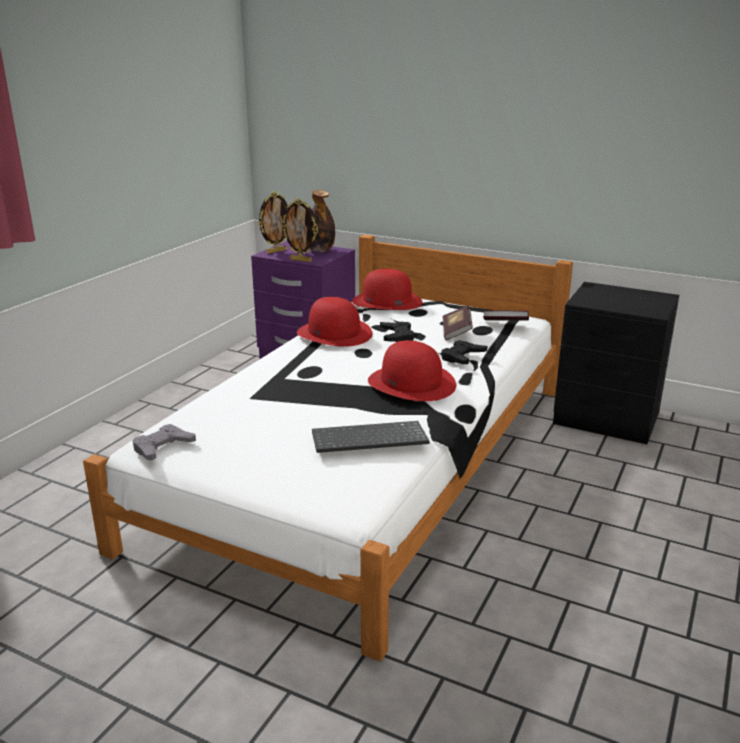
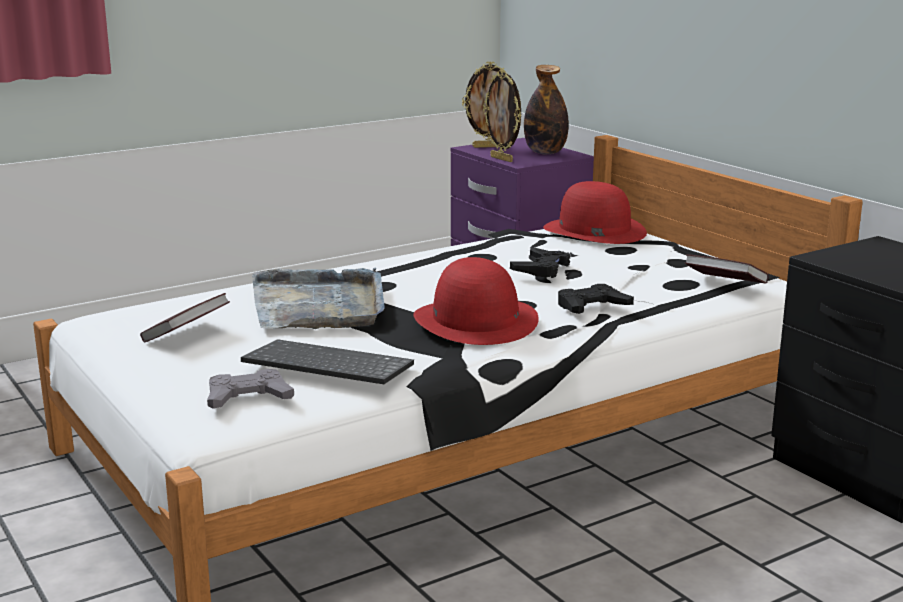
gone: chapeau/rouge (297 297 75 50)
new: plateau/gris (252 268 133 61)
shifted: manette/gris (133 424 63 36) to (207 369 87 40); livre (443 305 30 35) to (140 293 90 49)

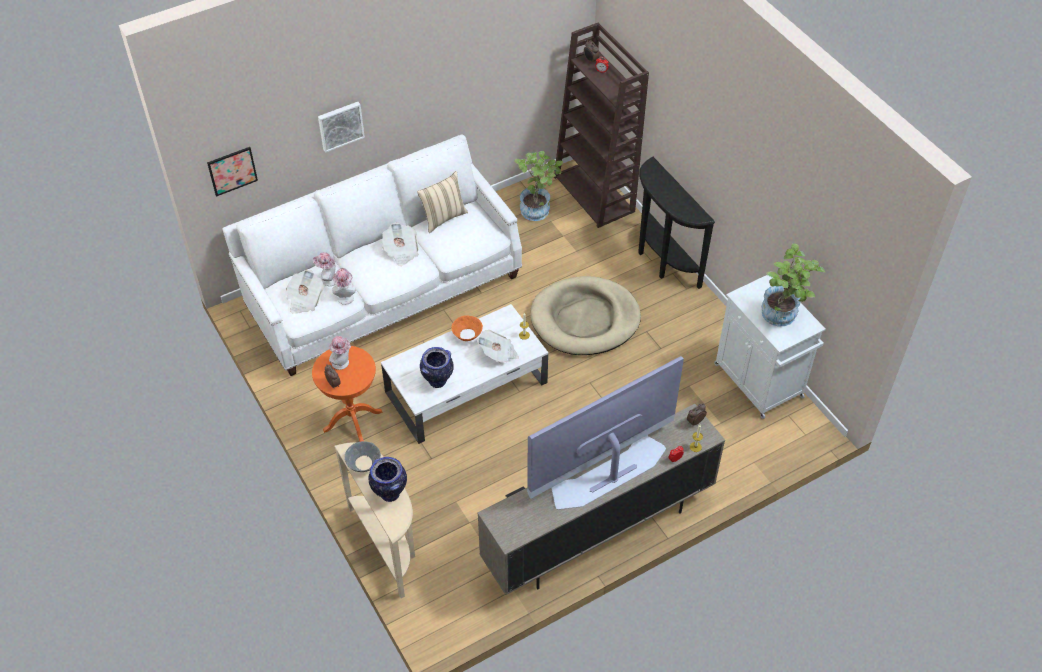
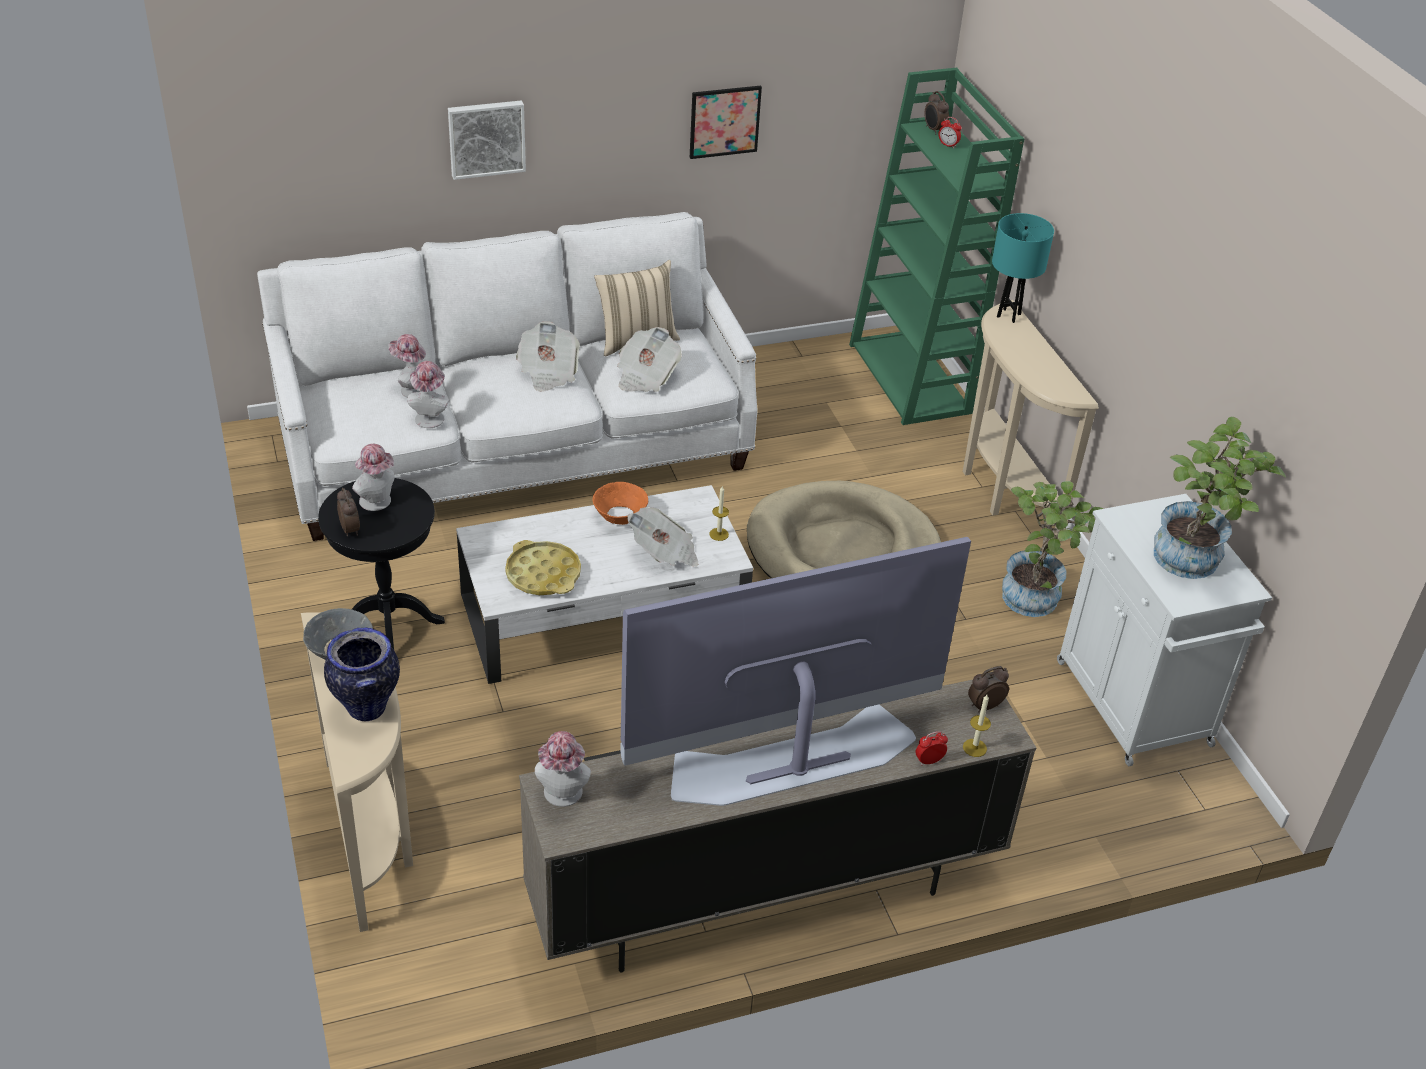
new: chapeau (535 731 56 76); lampe de table/turquoise (992 213 62 110)
shifted: tableau (207 147 51 50) to (690 86 72 73); journal (286 270 38 44) to (617 327 65 65); plante en pot (514 151 49 70) to (1002 481 101 136)
swapped: vase (420 347 34 41) to plateau/jaune (505 540 76 55)
repainted: table d'appoint/orange (312 346 70 96) to table d'appoint/noir (318 478 127 172); bibliothèque/marron (554 23 95 205) to bibliothèque/vert (849 68 175 357); table console/noir (638 157 77 132) to table console/beige (963 300 136 242)

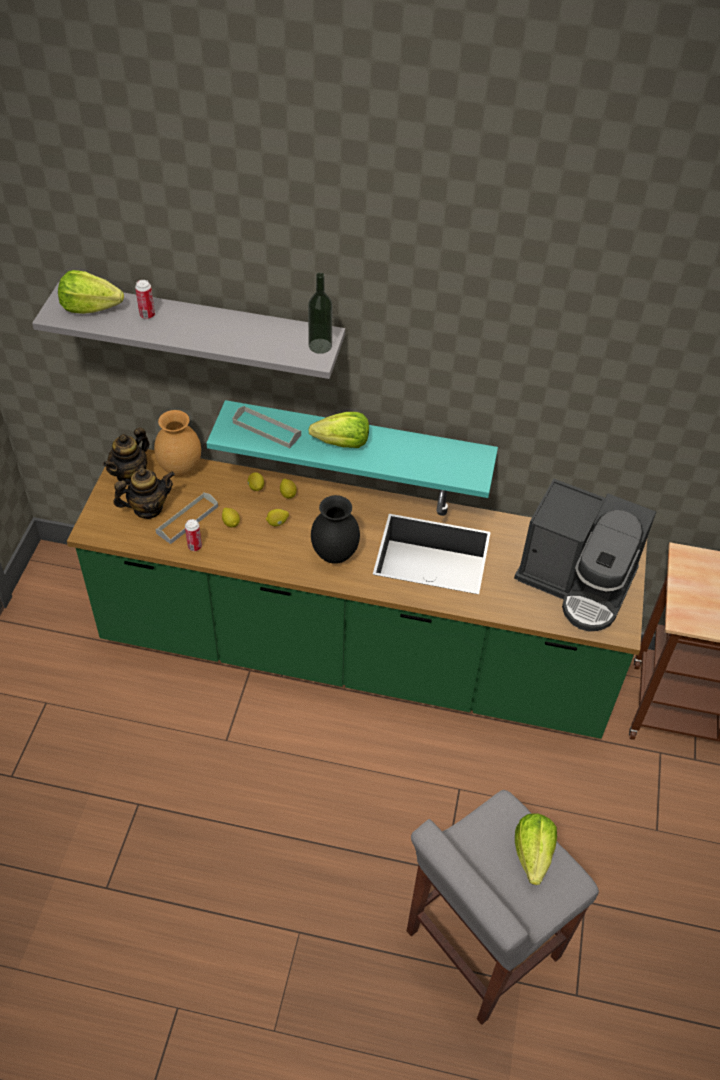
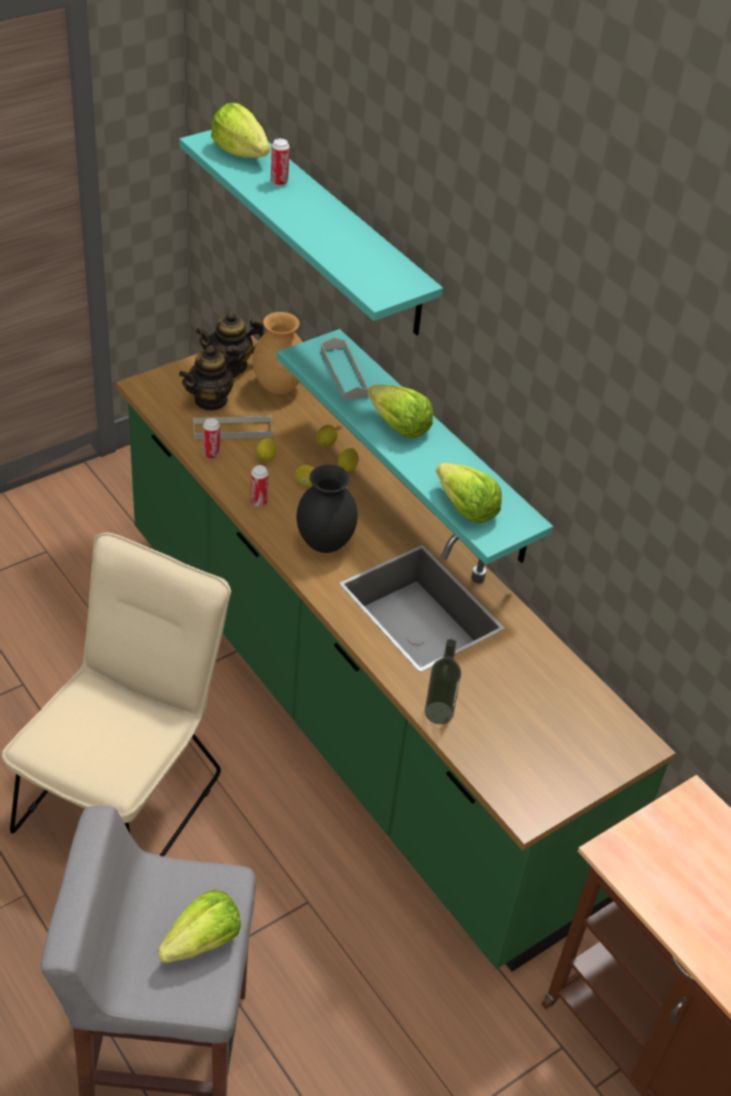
gone: machine à café (514 479 142 153)
new: chaise/beige (2 533 229 324); boîte métallique (250 465 19 41); laitue (436 463 66 60)
shifted: bouteille (308 273 25 81) to (425 639 36 85)
repainted: étagère/gris (32 282 313 97) to étagère/turquoise (179 130 264 206)
rotated: théière (113 468 62 51) = (179 345 63 66) 120 degrees clockwise

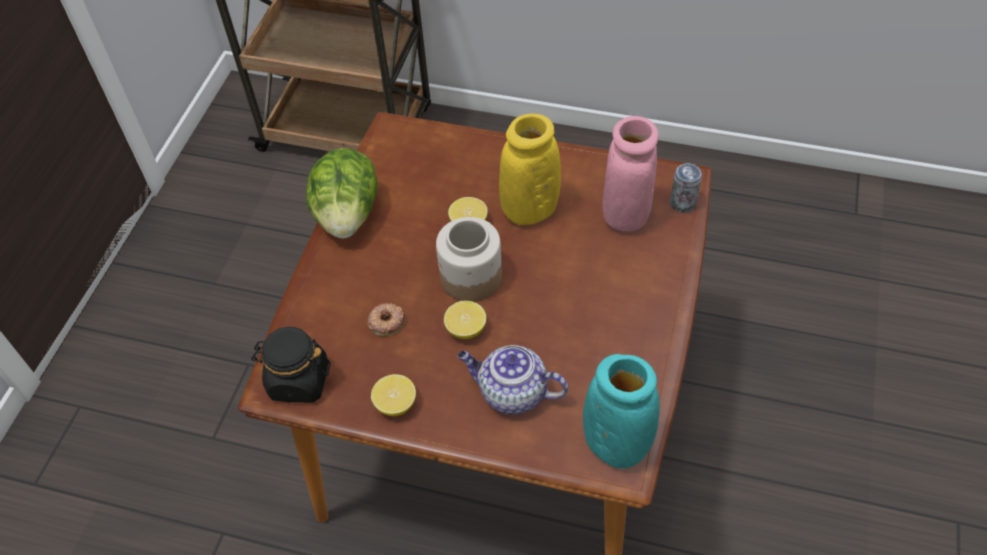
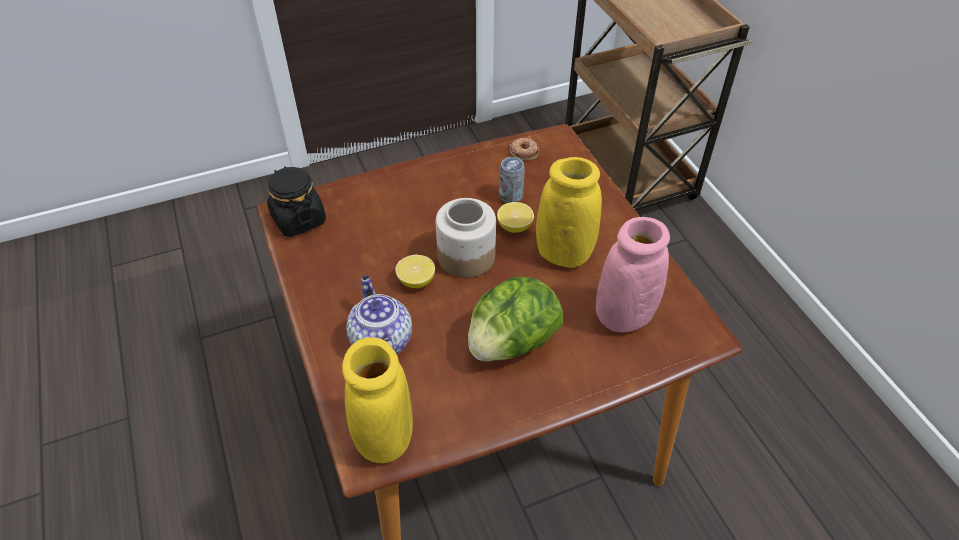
gone: citron (371 374 45 42)
shifted: laitue (306 148 72 90) to (468 277 95 85); beignet (367 303 39 33) to (509 138 31 23); boîte métallique (670 163 32 50) to (499 157 26 46)
repainted: vase/turquoise (583 354 77 114) to vase/jaune (342 337 71 126)

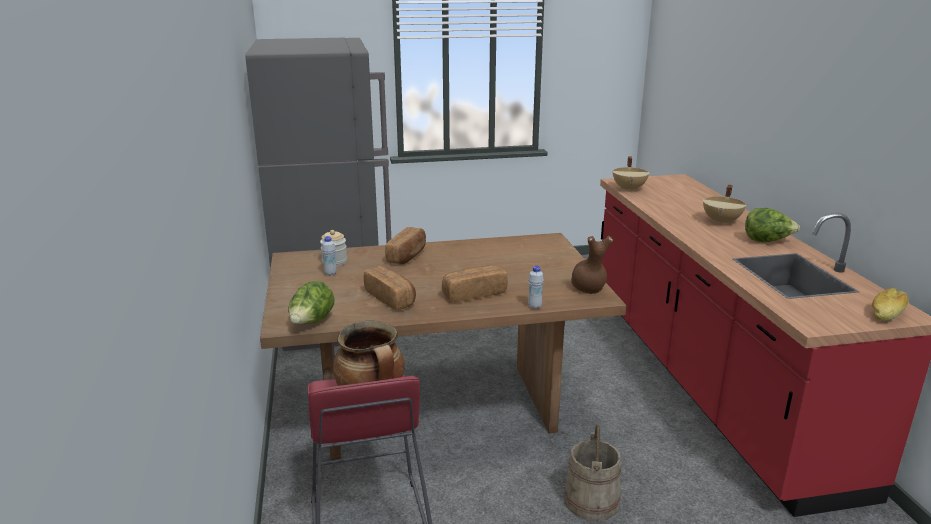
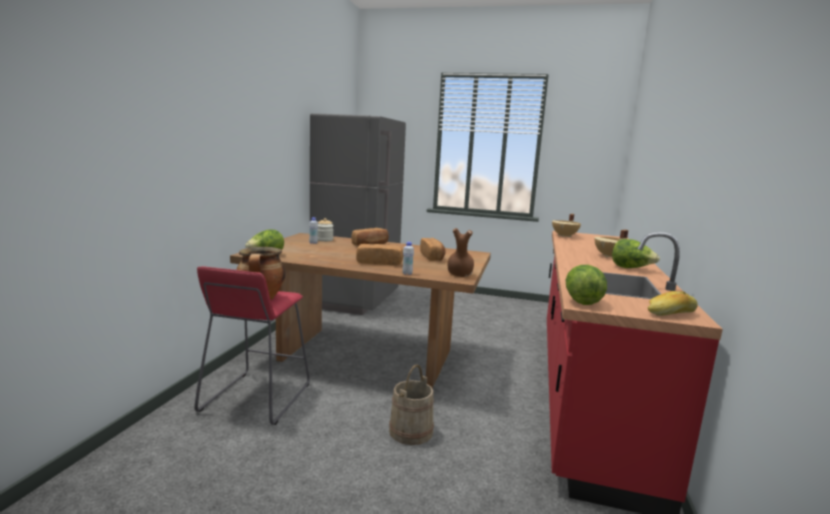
new: laitue (566 265 41 40)
shifted: pain (364 266 52 44) to (420 238 25 23)

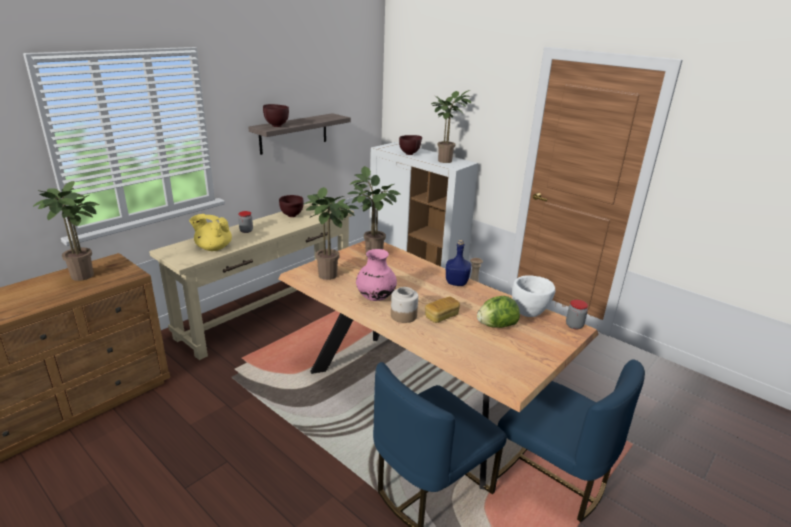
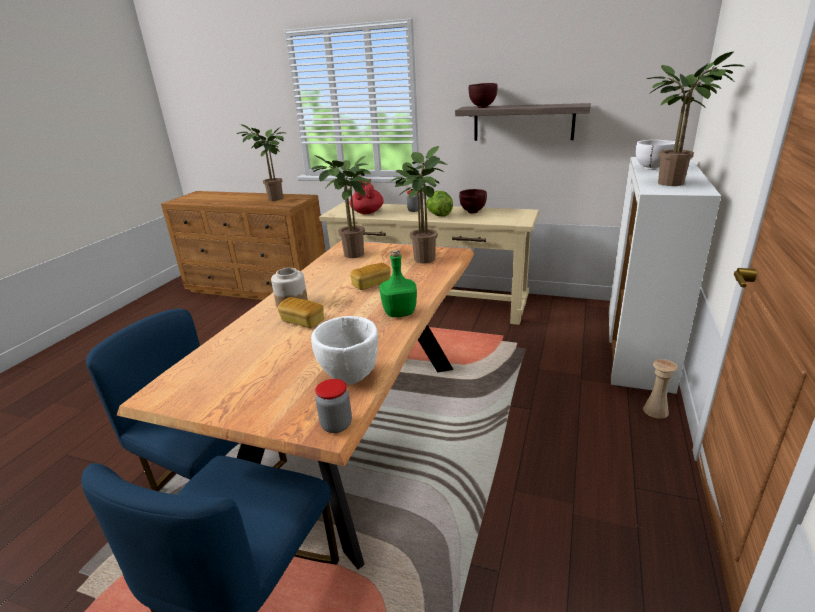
gone: vase/rose (356 249 41 52)
new: pain (350 263 41 27)
shifted: laitue (477 296 43 32) to (426 191 27 25)
repainted: théière/jaune (189 214 43 37) to théière/rouge (350 179 34 35); bol/marron (399 135 23 20) to bol/blanc (636 140 39 30); bouteille/bleu (446 240 25 46) to bouteille/vert (380 250 37 67)

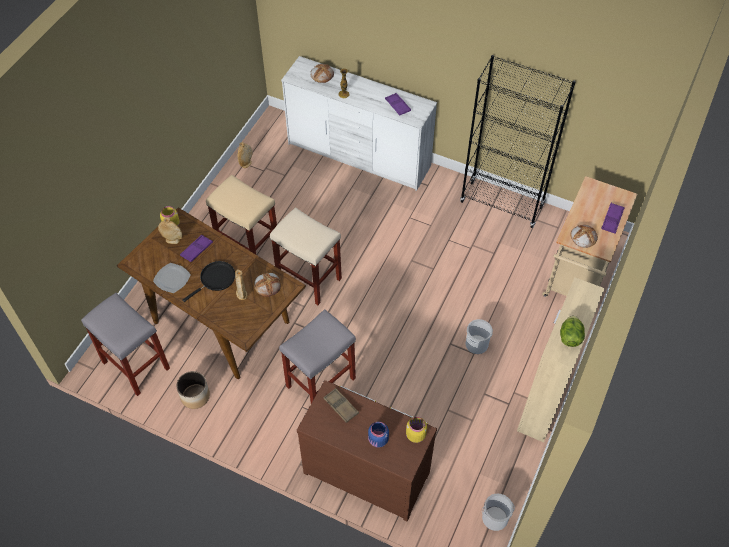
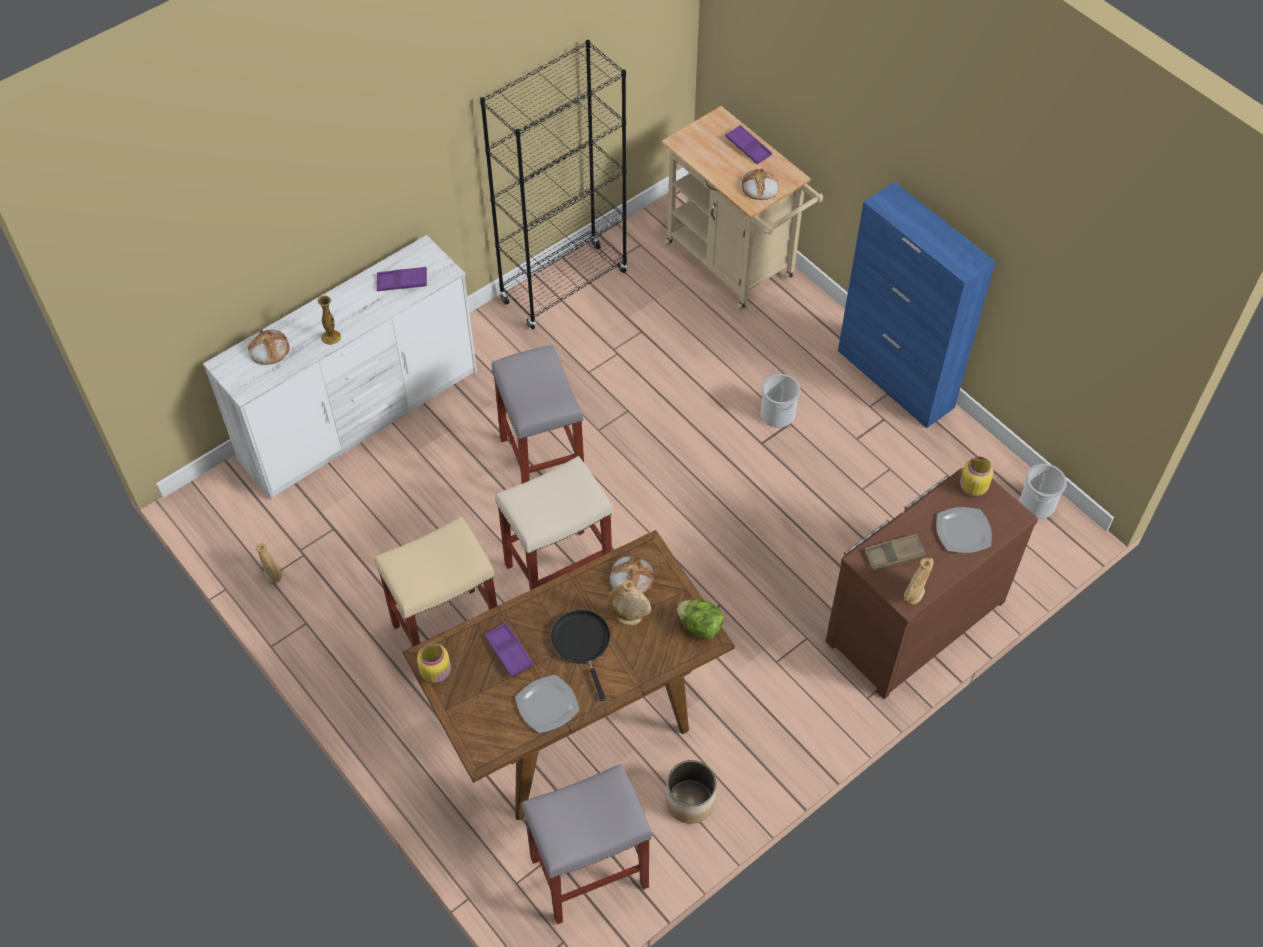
shifted: vase/beige (158 217 24 27) to (904 558 29 47); tabouret/gris (279 309 77 94) to (492 345 92 139); laitue (560 316 25 31) to (677 599 47 41)
swapped: bocal/bleu (368 422 21 25) to assiette (936 507 56 46)
repainted: meuble de rangement/beige (517 277 88 165) to meuble de rangement/bleu (838 182 158 246)

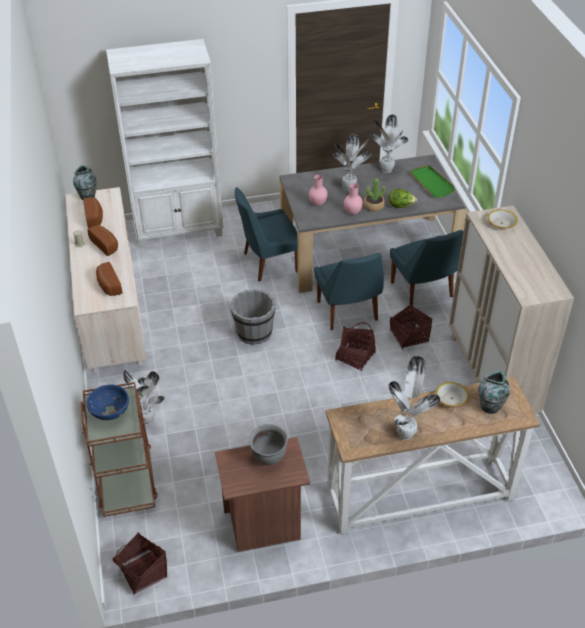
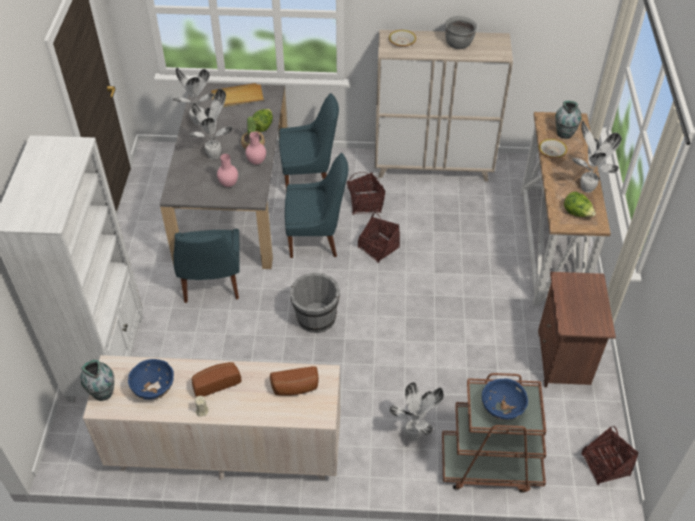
new: laitue (564 191 32 26)
shifted: marmite/gris (249 424 39 41) to (445 16 32 33)
swapped: pain (83 197 20 31) to bol/bleu (128 359 46 41)
repainted: plateau/vert (409 165 47 33) to plateau/beige (211 83 53 24)

